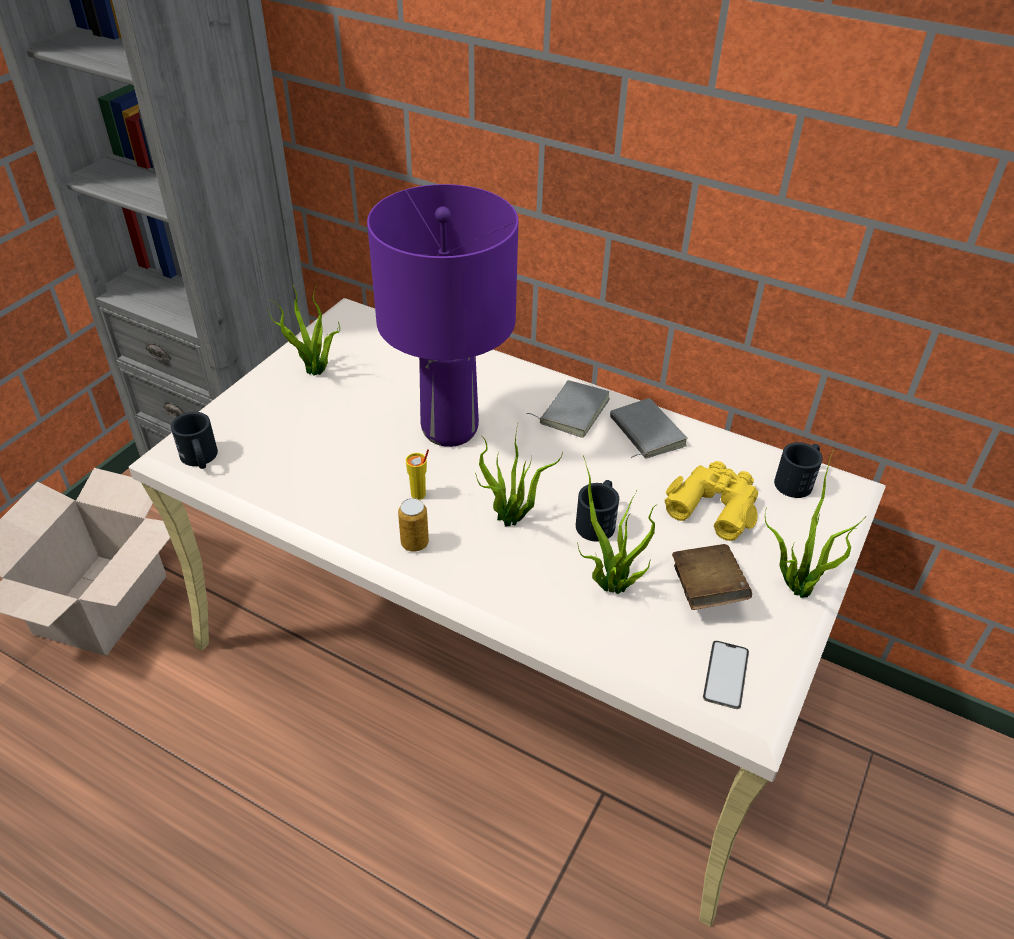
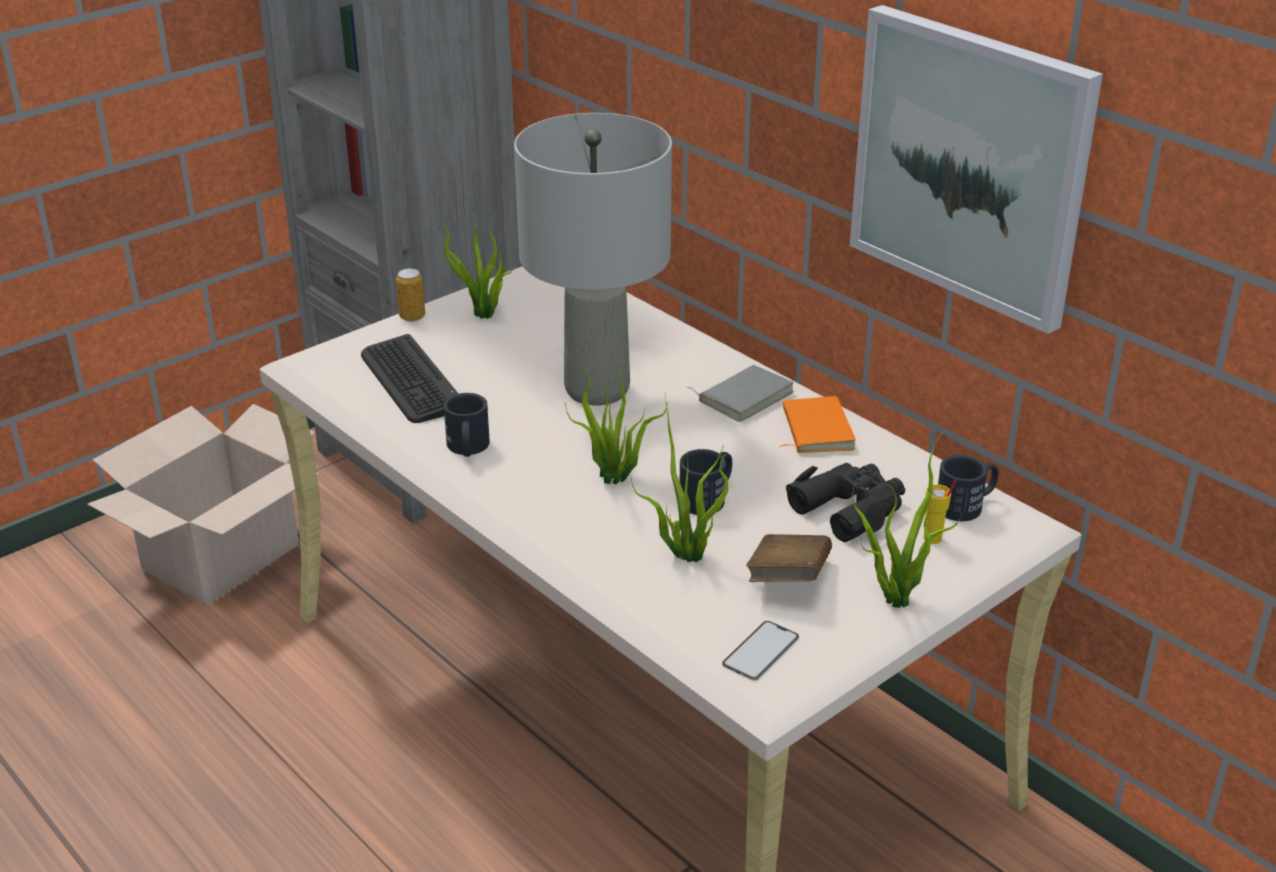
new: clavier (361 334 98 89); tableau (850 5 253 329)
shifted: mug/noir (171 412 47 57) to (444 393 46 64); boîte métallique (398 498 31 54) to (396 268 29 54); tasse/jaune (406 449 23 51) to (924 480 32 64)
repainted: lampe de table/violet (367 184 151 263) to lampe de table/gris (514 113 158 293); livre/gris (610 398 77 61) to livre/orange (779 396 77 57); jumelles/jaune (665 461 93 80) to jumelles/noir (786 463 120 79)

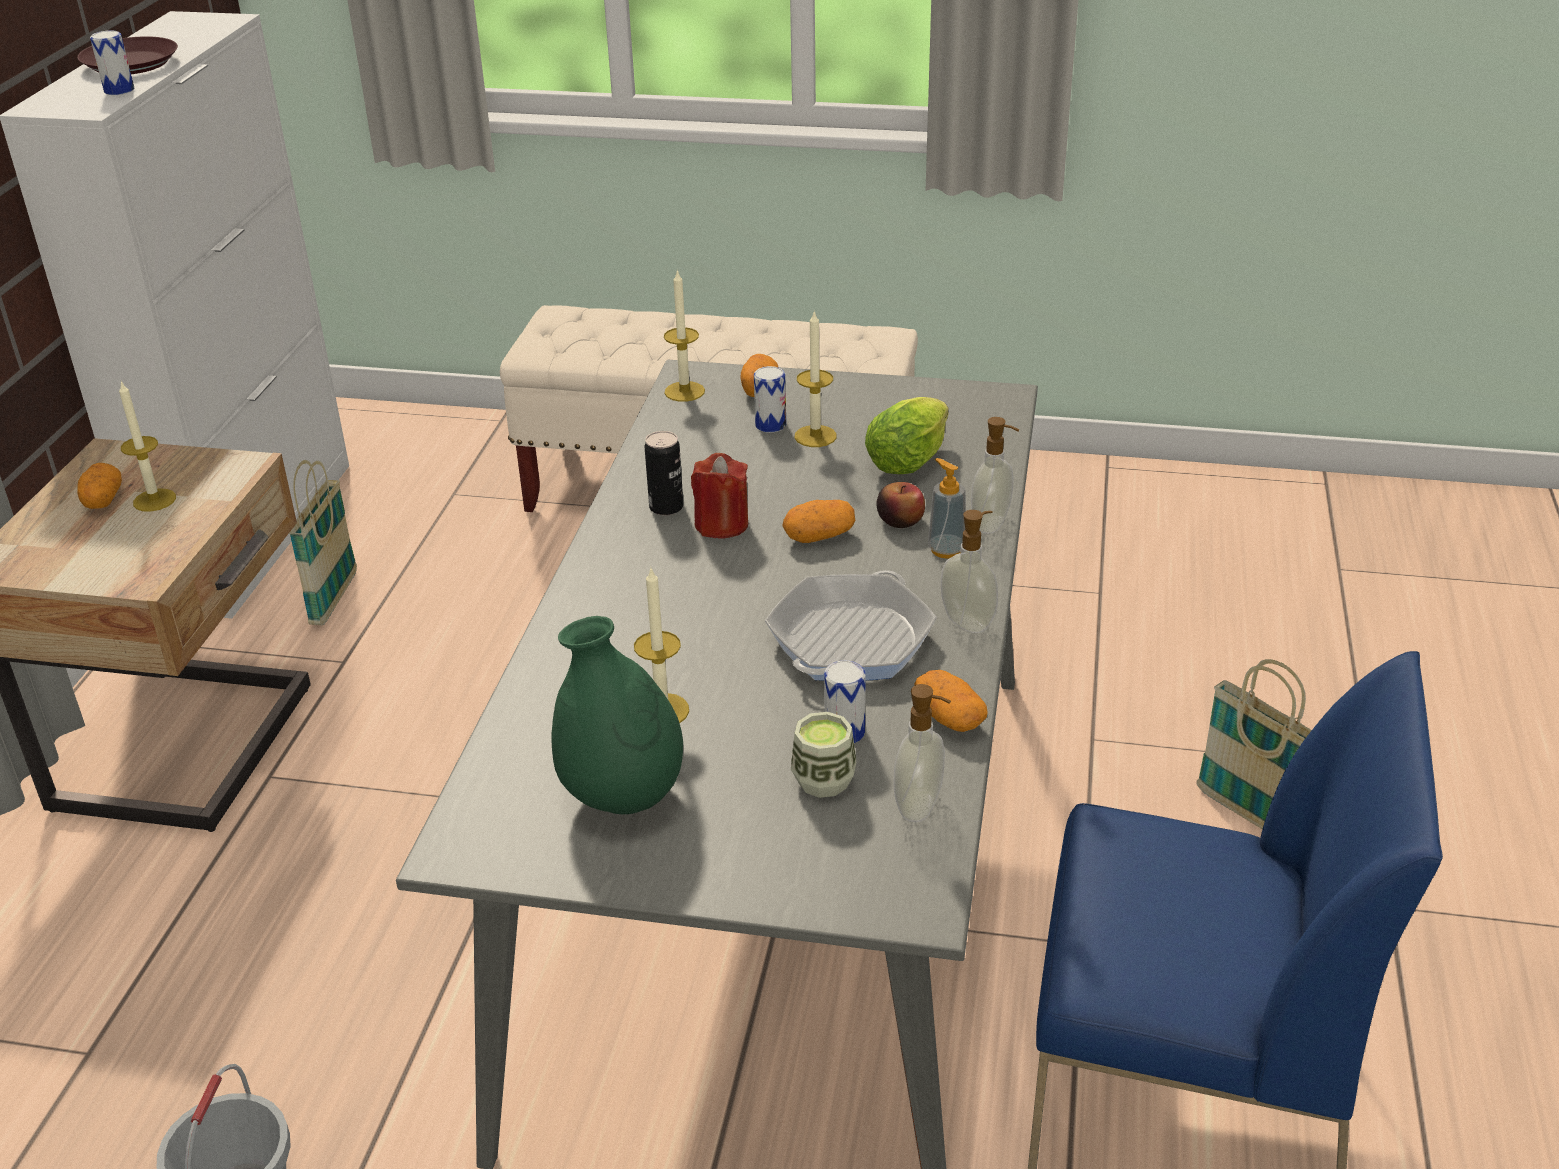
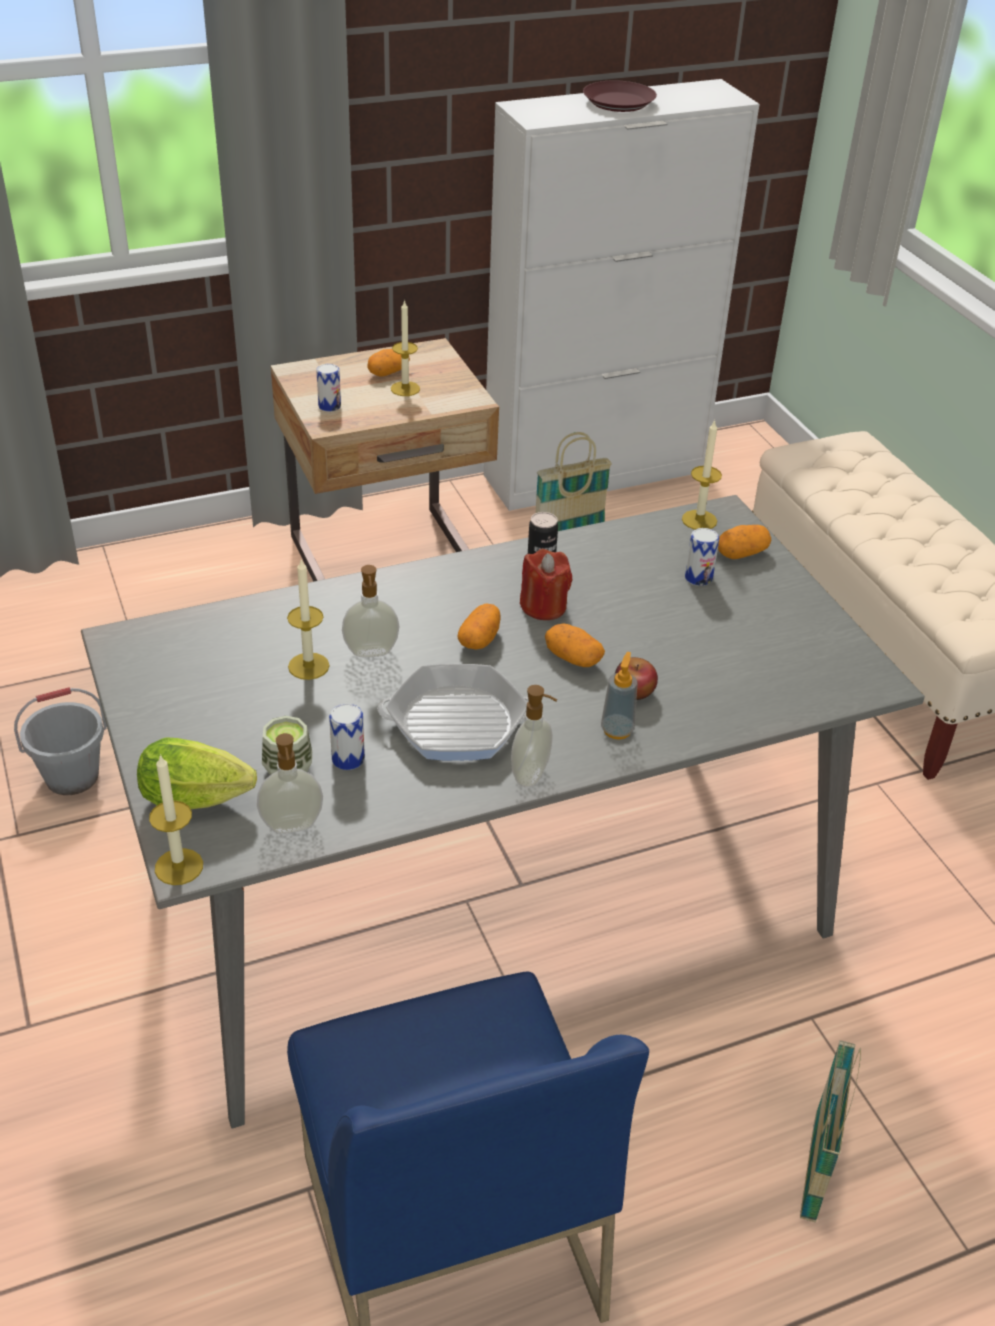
gone: vase/vert (552 616 131 198)
shifted: boîte métallique (90 30 45 65) to (316 364 25 48); bougie (795 310 42 137) to (149 754 54 131); laitue (865 397 84 77) to (137 737 120 72); pomme de terre (915 670 73 62) to (457 603 43 47); distributeur de savon (971 417 48 117) to (342 565 57 93)

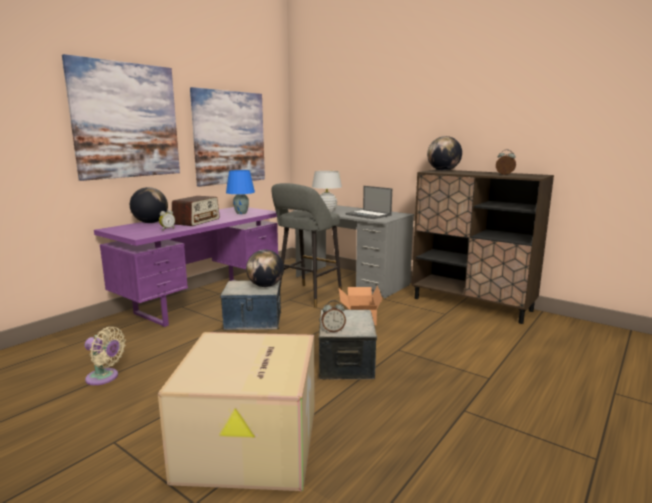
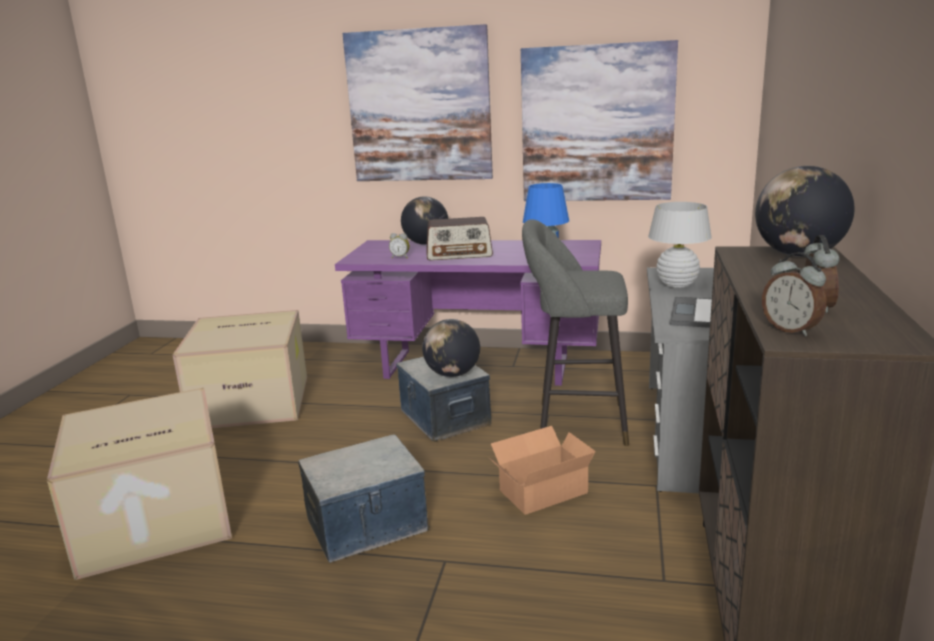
shifted: réveil (321 300 25 32) to (762 252 64 84)
swapped: ventilateur/beige (85 327 41 58) to carton (173 310 134 118)

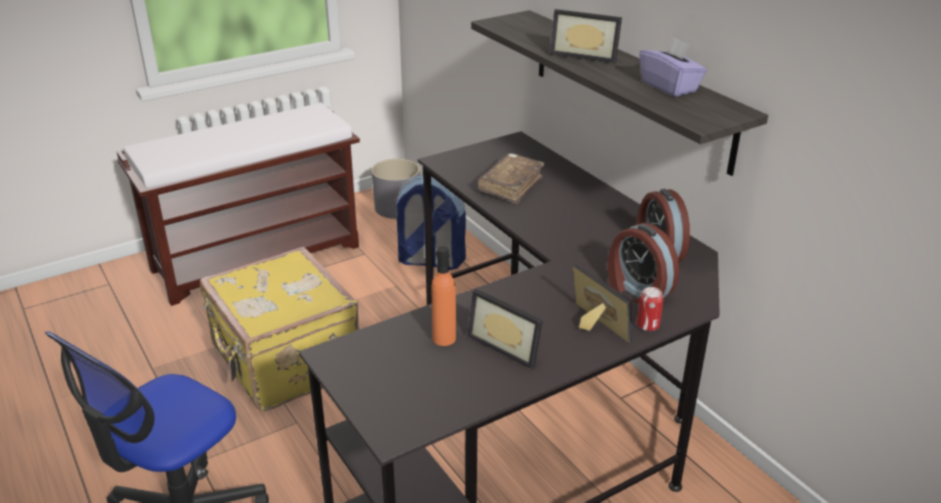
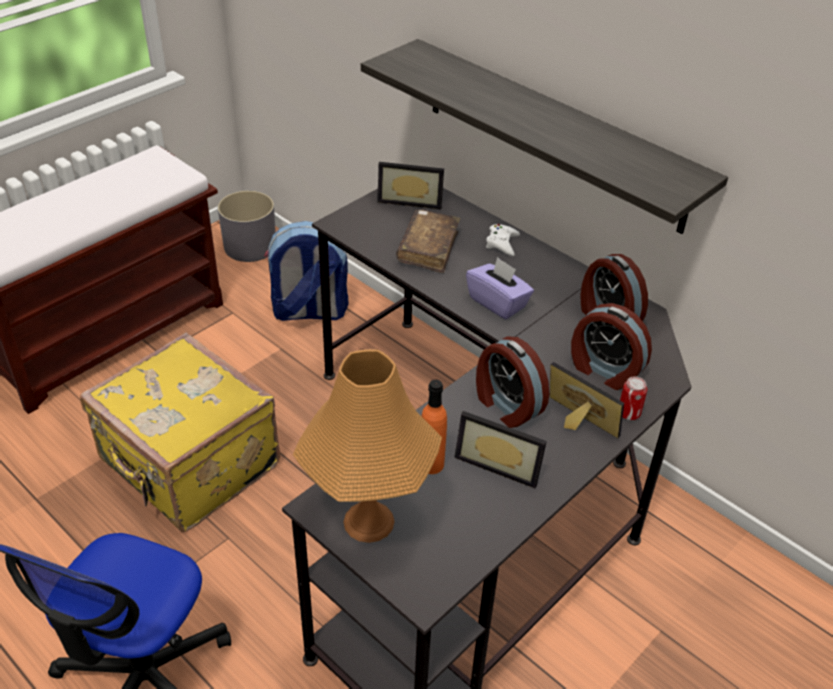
new: lampe de table/orange (293 349 149 194); réveil (476 336 73 92); manette/blanc (486 224 34 32)
shifted: cadre photo (550 9 72 54) to (377 162 67 47); boîte à mouchoirs/violet (639 36 68 61) to (466 257 68 62)

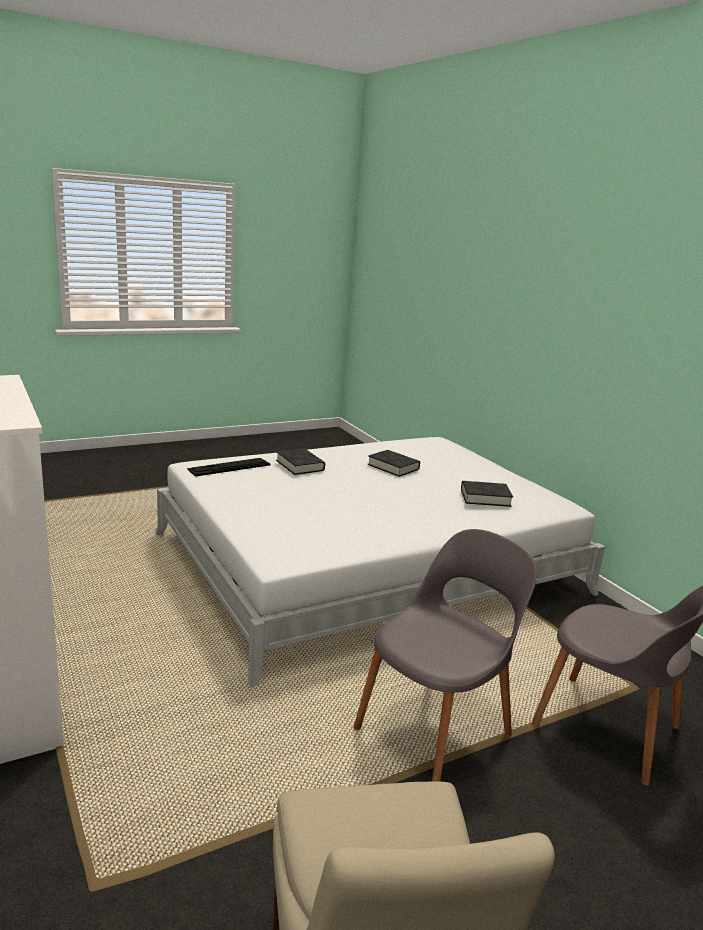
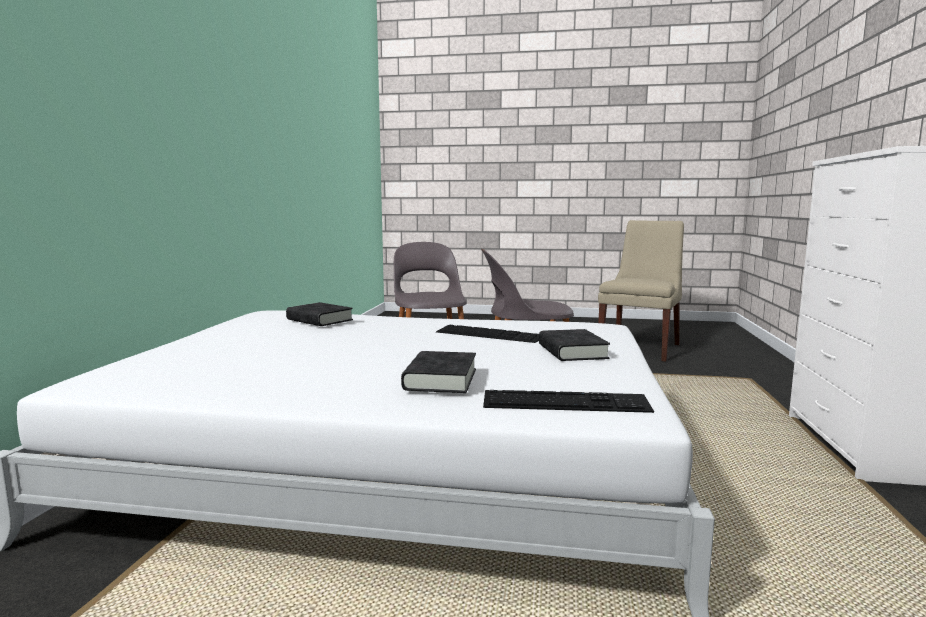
new: clavier (436 325 103 18)
shifted: livre/noir (367 450 53 27) to (539 329 71 32)

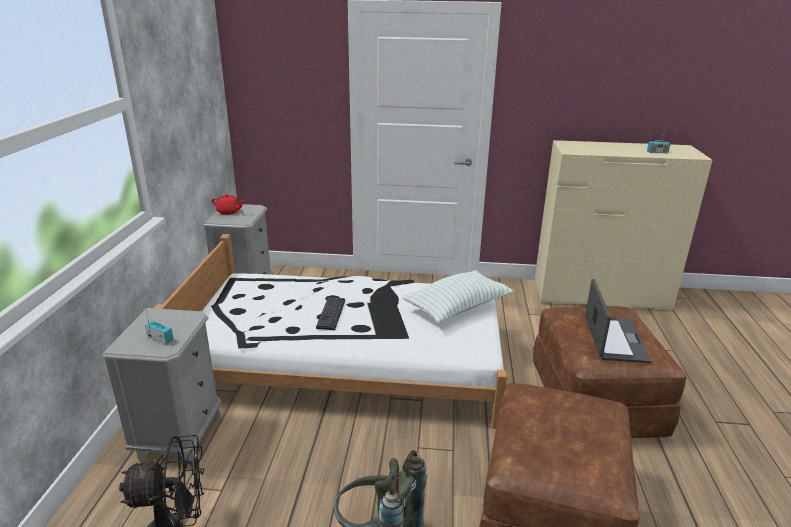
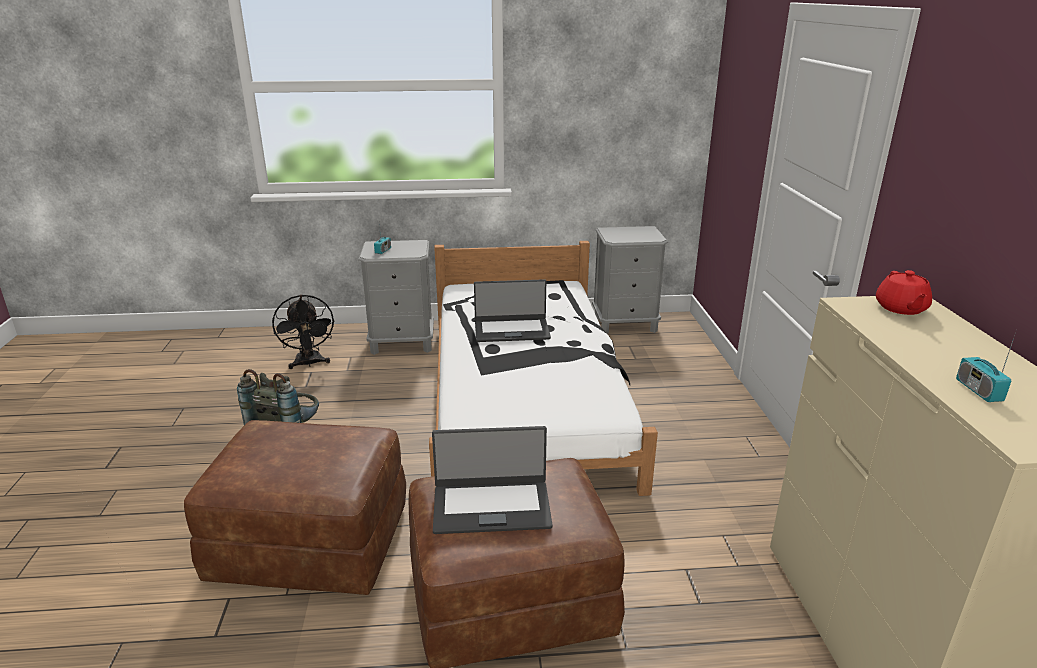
gone: coussin (402 270 112 54)
shifted: théière/rouge (212 194 33 21) to (876 270 56 45)
swapped: clavier (316 297 29 33) to ordinateur portable (474 279 77 63)

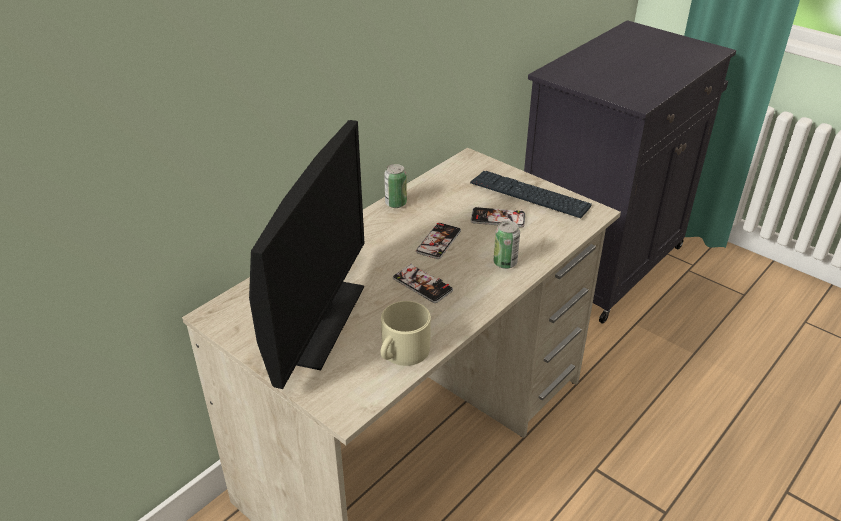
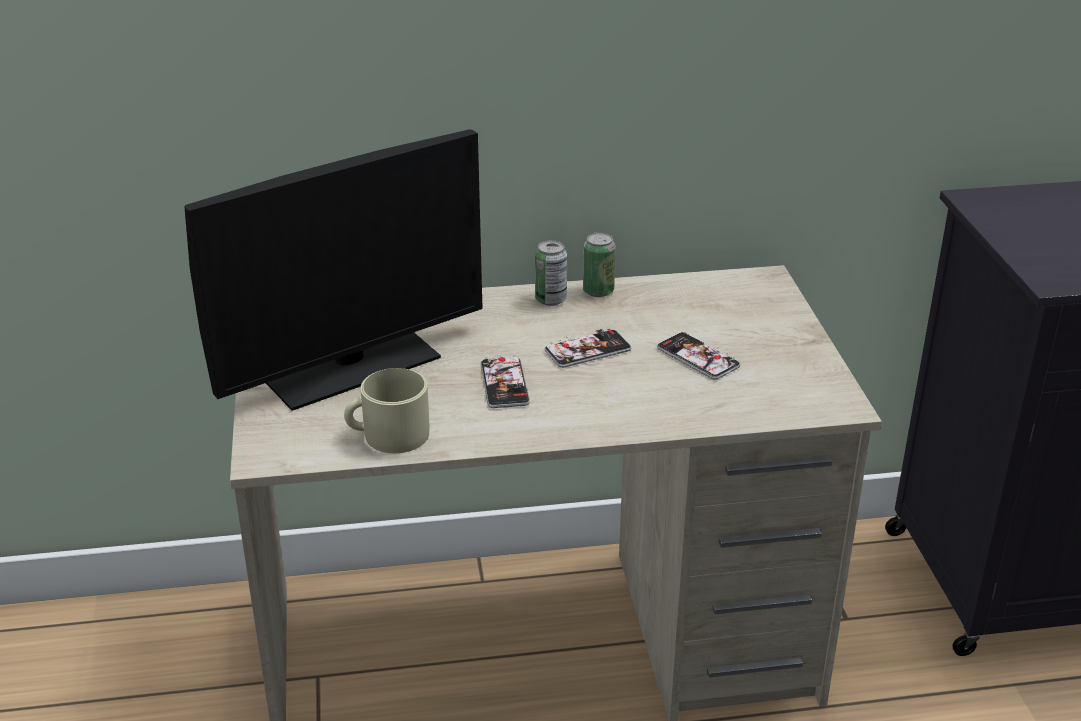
gone: clavier (470 171 122 47)
shifted: boîte métallique (493 221 27 48) to (535 240 32 66)

